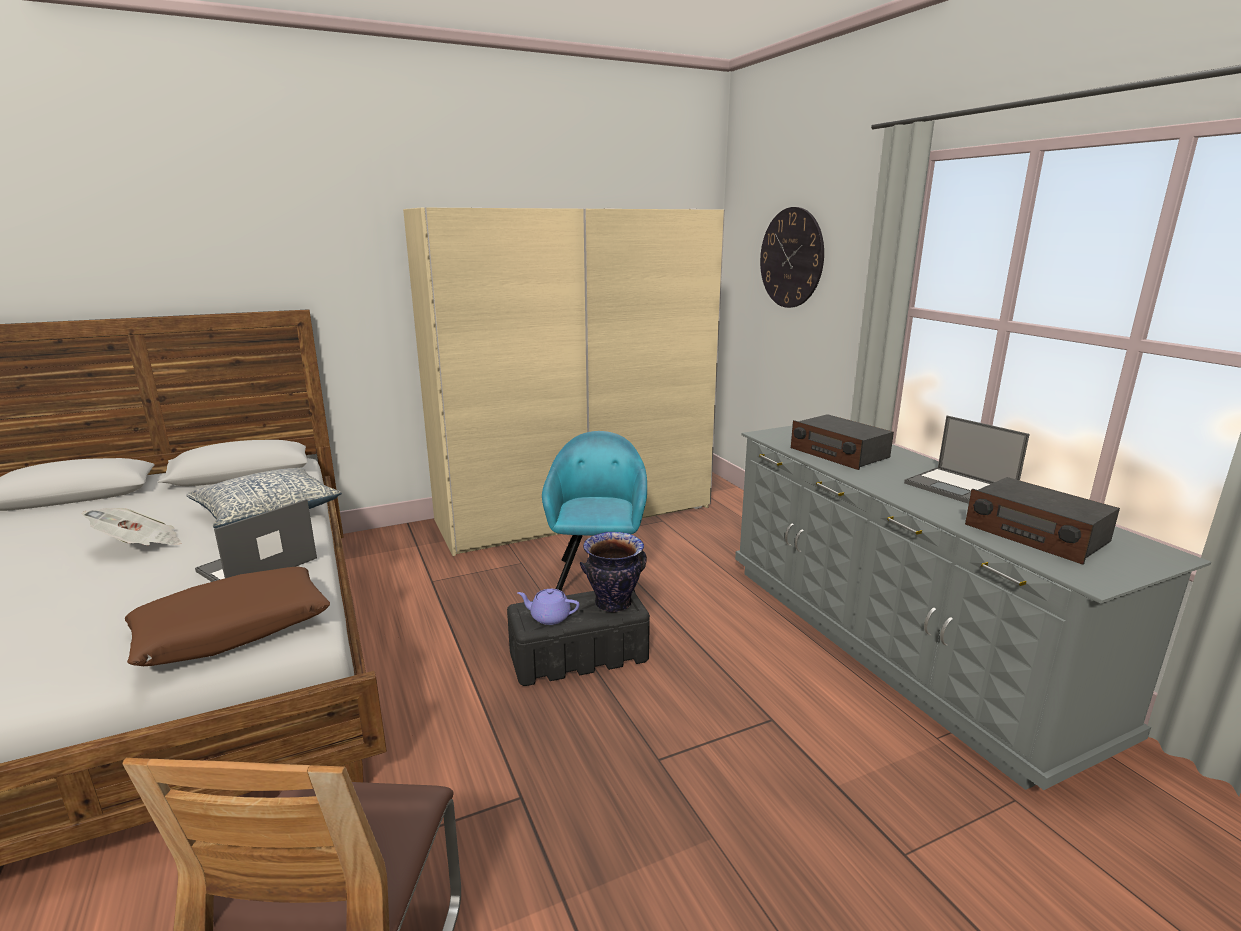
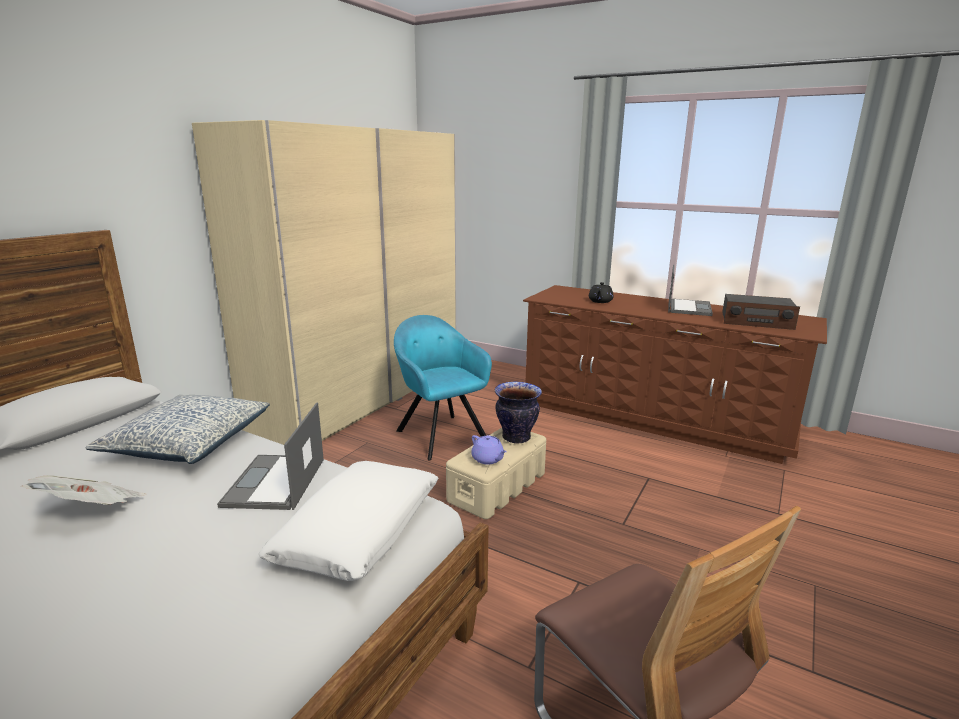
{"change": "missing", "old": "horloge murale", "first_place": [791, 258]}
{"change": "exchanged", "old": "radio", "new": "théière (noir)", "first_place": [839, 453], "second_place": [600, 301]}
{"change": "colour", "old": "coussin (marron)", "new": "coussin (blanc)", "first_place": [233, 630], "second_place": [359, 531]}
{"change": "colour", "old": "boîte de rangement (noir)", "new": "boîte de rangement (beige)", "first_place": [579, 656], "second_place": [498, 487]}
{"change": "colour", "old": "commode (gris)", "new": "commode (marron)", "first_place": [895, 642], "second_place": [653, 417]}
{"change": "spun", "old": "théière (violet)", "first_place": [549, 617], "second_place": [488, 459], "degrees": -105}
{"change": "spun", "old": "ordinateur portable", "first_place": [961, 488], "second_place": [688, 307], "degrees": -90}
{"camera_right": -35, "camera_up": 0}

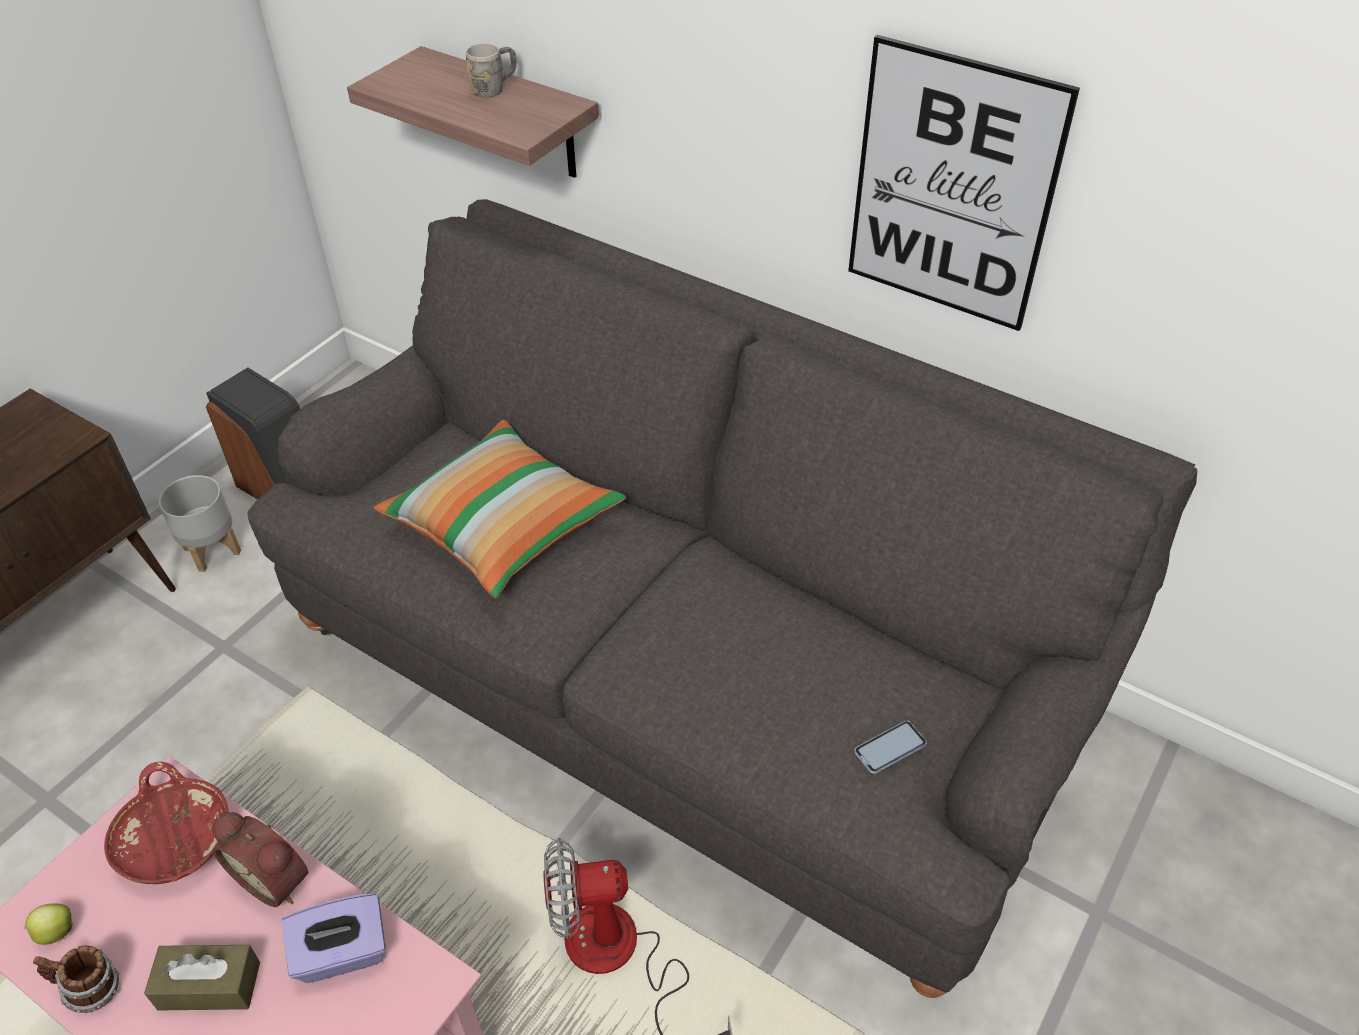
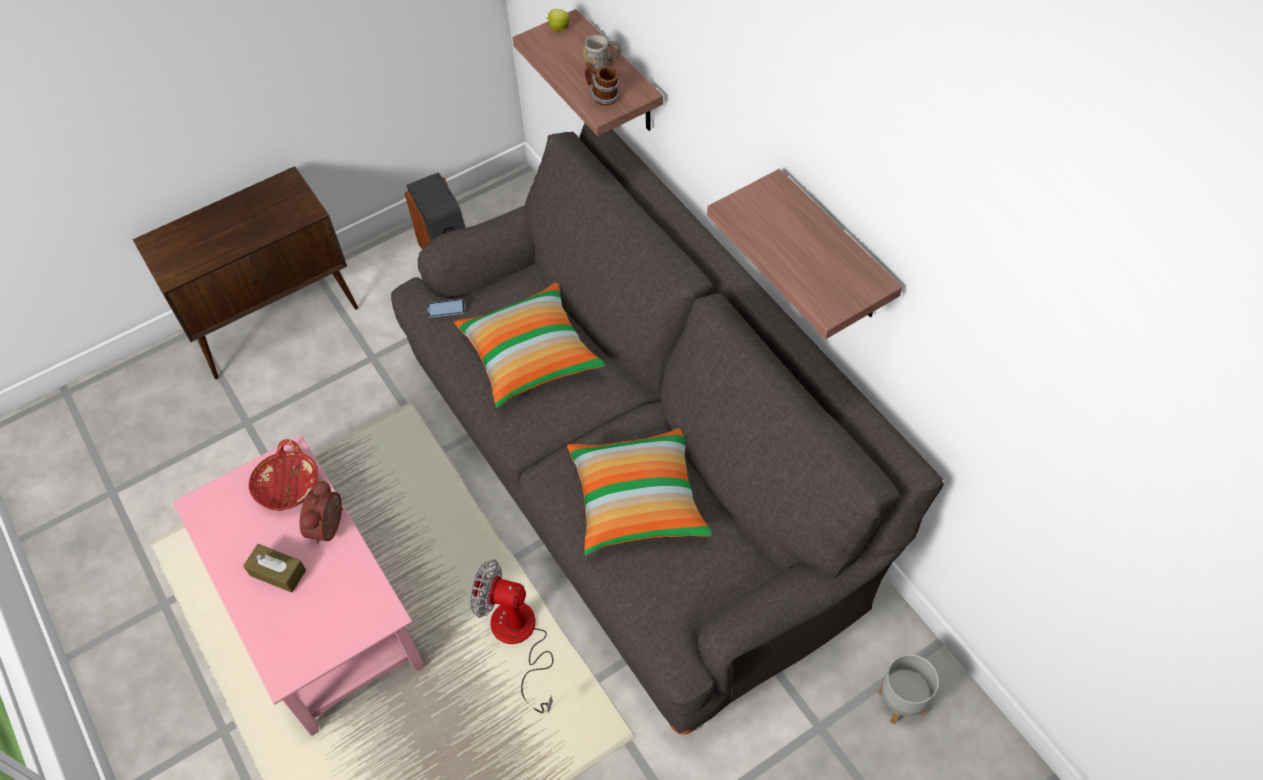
{"change": "missing", "old": "boîte à mouchoirs (violet)", "first_place": [342, 953]}
{"change": "appeared", "new": "coussin", "second_place": [638, 500]}
{"change": "relocated", "old": "pomme", "first_place": [55, 932], "second_place": [558, 28]}
{"change": "relocated", "old": "mug", "first_place": [90, 990], "second_place": [603, 97]}
{"change": "relocated", "old": "cache-pot (gris)", "first_place": [213, 551], "second_place": [901, 703]}
{"change": "relocated", "old": "téléphone", "first_place": [890, 748], "second_place": [446, 309]}
{"change": "exchanged", "old": "tableau", "new": "étagère", "first_place": [952, 188], "second_place": [834, 250]}
{"change": "spun", "old": "réveil", "first_place": [276, 877], "second_place": [330, 527], "degrees": 45}
{"camera_right": 25, "camera_up": 10}

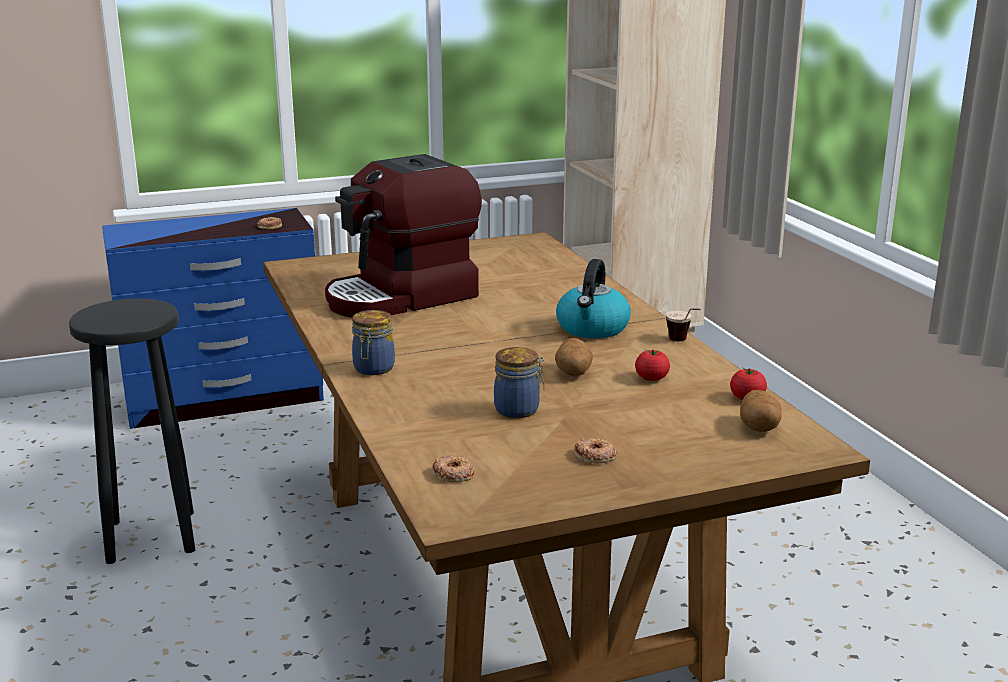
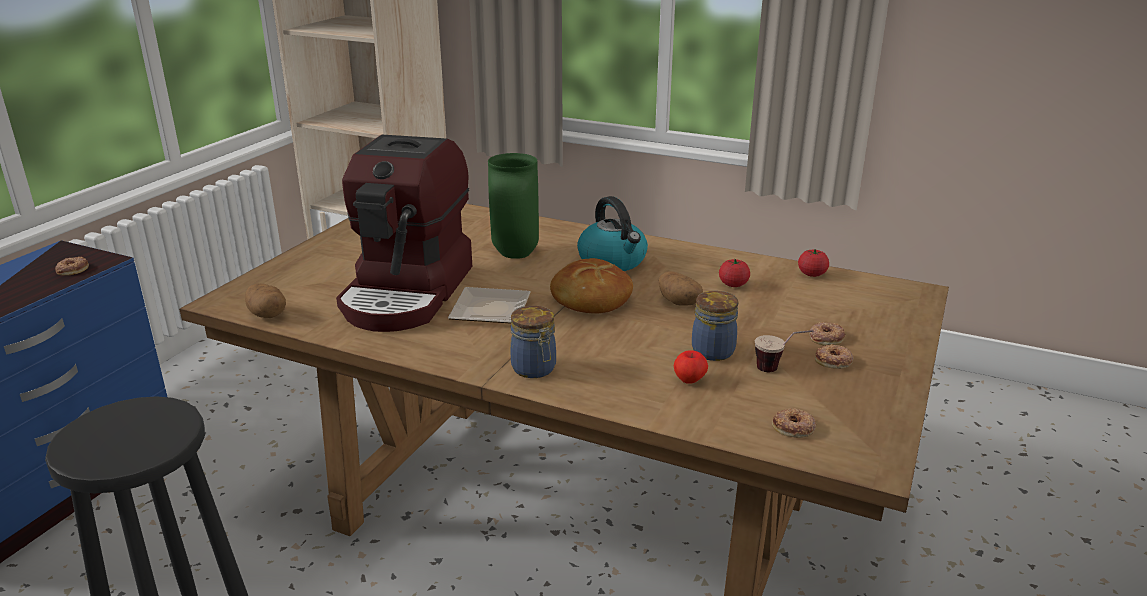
{"change": "appeared", "new": "assiette", "second_place": [493, 309]}
{"change": "appeared", "new": "vase (vert)", "second_place": [517, 254]}
{"change": "appeared", "new": "pain", "second_place": [590, 299]}
{"change": "appeared", "new": "pomme", "second_place": [689, 380]}
{"change": "appeared", "new": "beignet", "second_place": [826, 337]}
{"change": "relocated", "old": "tasse", "first_place": [683, 342], "second_place": [779, 370]}
{"change": "relocated", "old": "pomme de terre", "first_place": [758, 427], "second_place": [267, 314]}
{"camera_right": -45, "camera_up": 5}

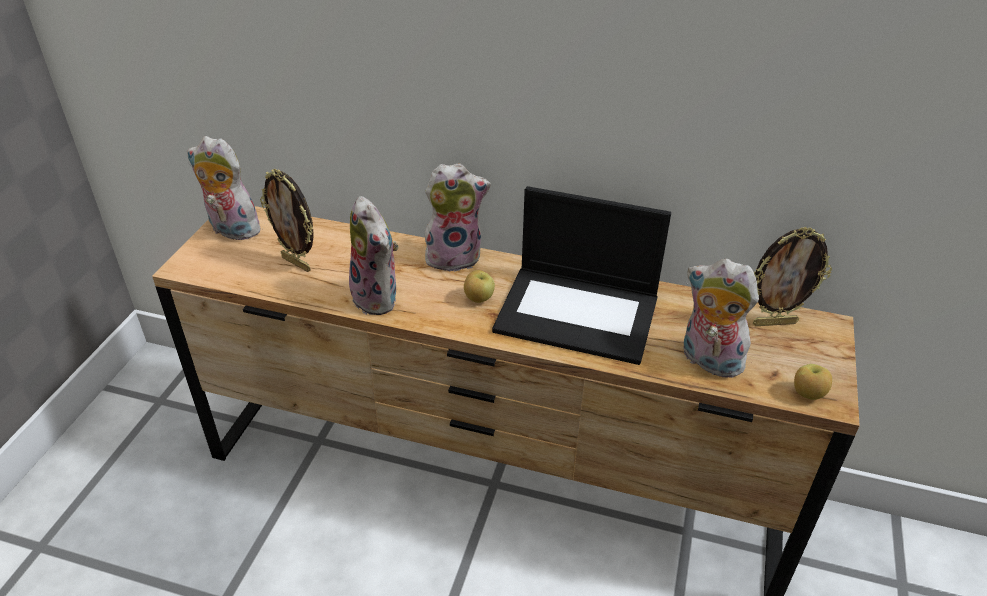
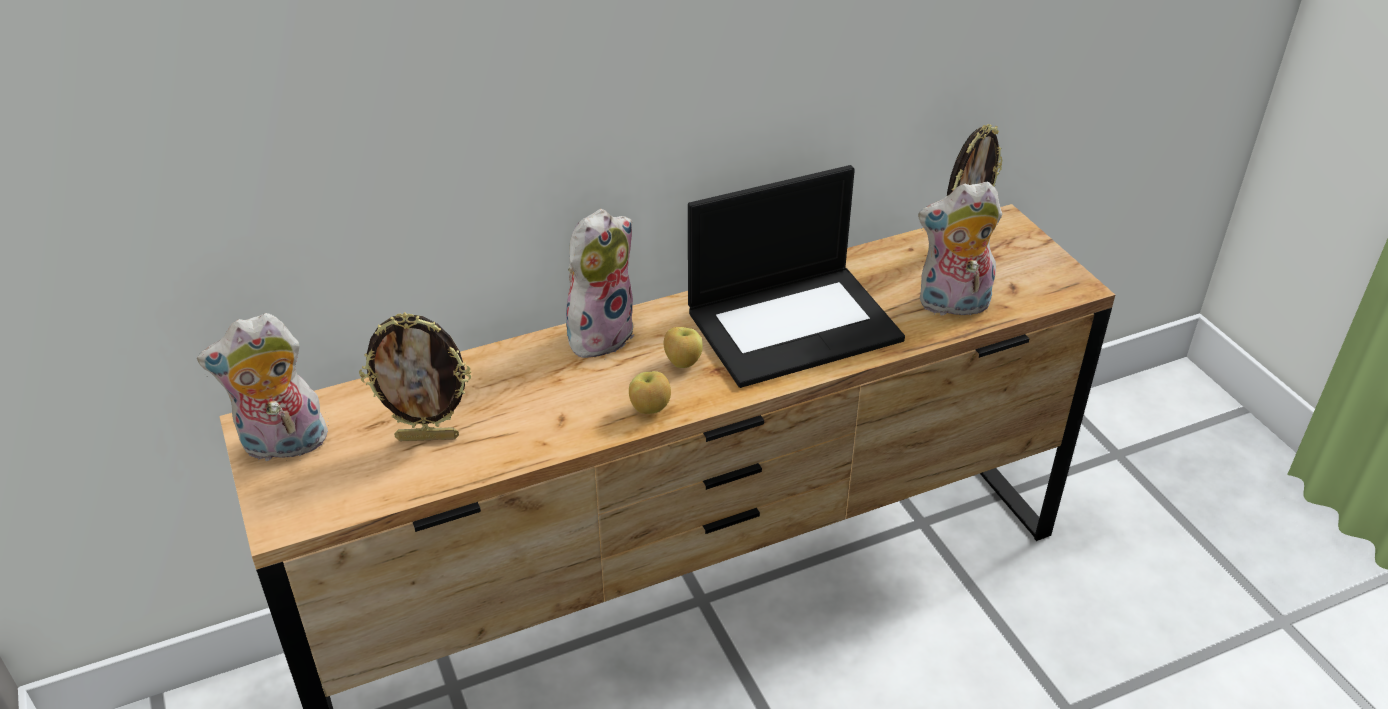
{"change": "missing", "old": "peluche", "first_place": [379, 298]}
{"change": "relocated", "old": "pomme", "first_place": [807, 394], "second_place": [649, 409]}
{"camera_right": -40, "camera_up": 0}

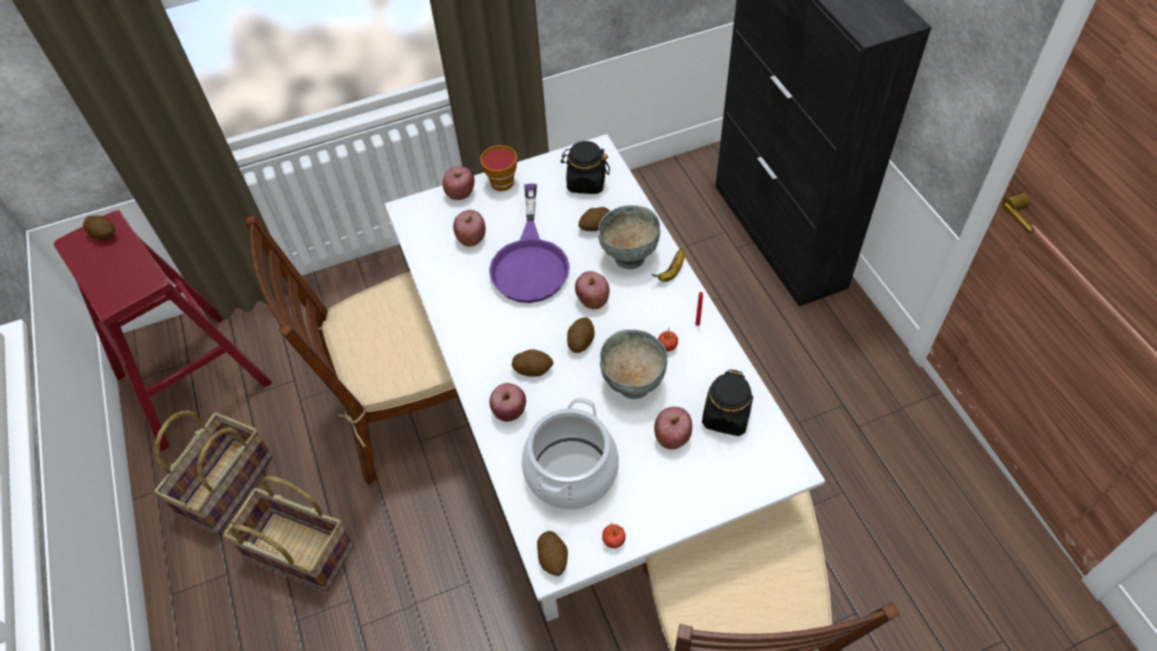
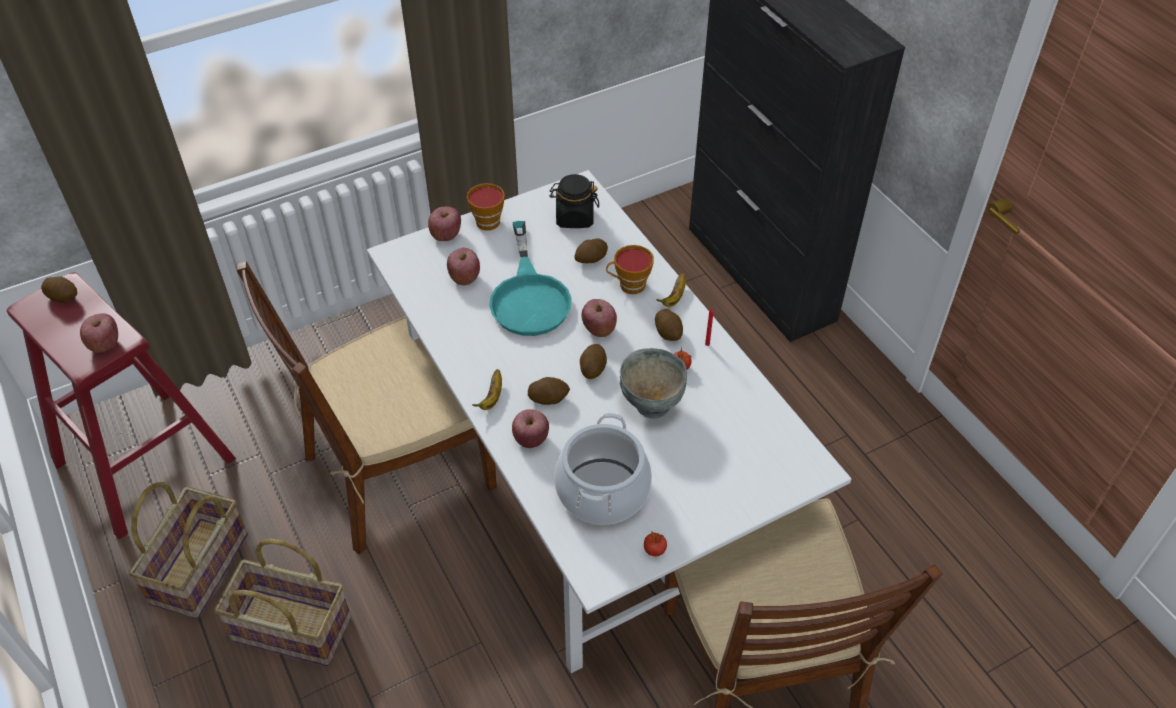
{"change": "missing", "old": "bocal (noir)", "first_place": [726, 416]}
{"change": "appeared", "new": "banane", "second_place": [492, 398]}
{"change": "relocated", "old": "pomme de terre", "first_place": [553, 558], "second_place": [668, 333]}
{"change": "relocated", "old": "pomme", "first_place": [672, 437], "second_place": [105, 344]}
{"change": "exchanged", "old": "bol (gris)", "new": "tasse", "first_place": [629, 256], "second_place": [629, 285]}
{"change": "colour", "old": "poêle (violet)", "new": "poêle (turquoise)", "first_place": [530, 261], "second_place": [529, 296]}
{"camera_right": -10, "camera_up": -5}

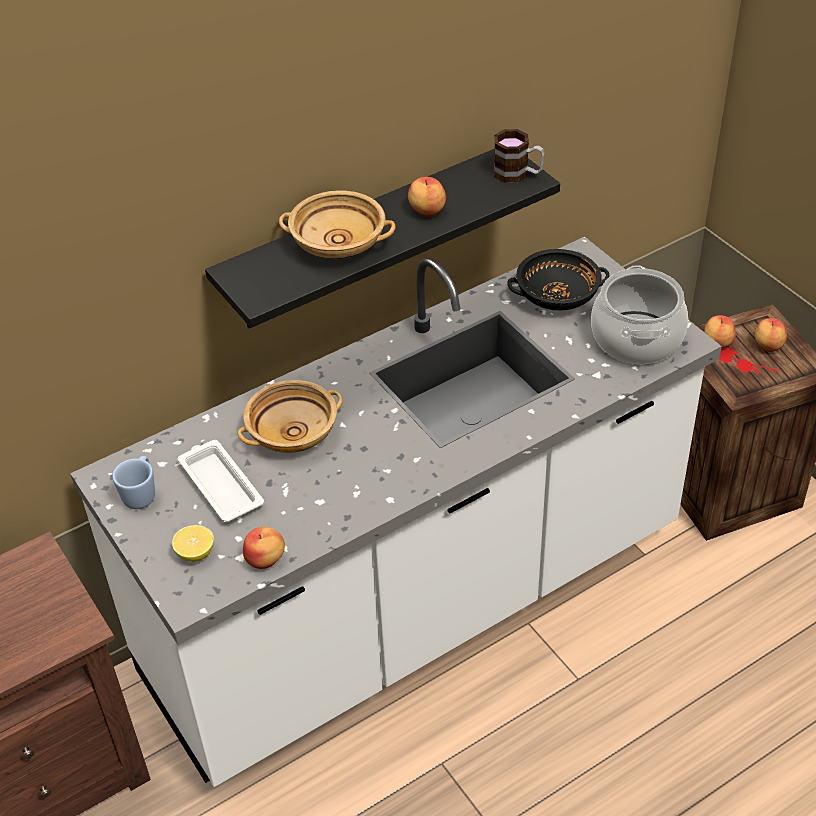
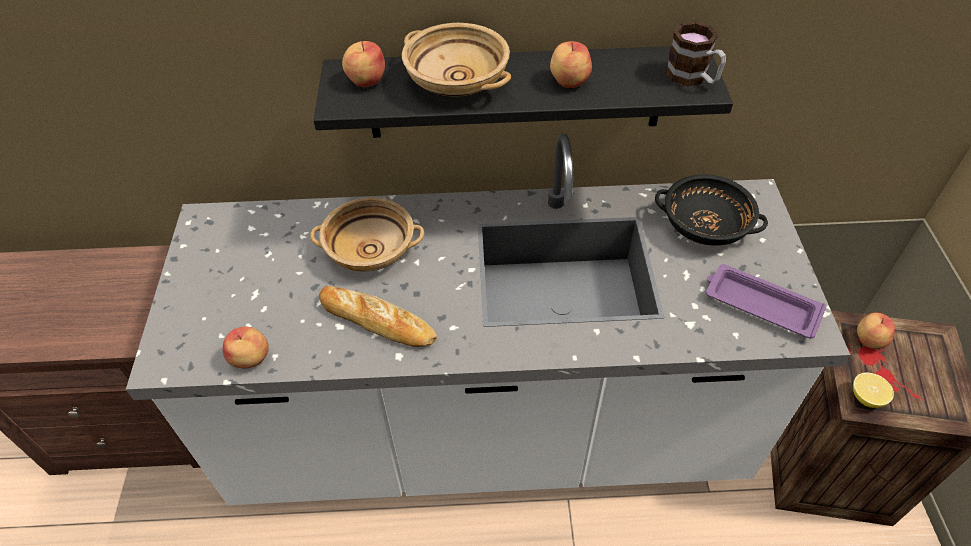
{"change": "missing", "old": "mug (bleu)", "first_place": [141, 494]}
{"change": "missing", "old": "plateau (blanc)", "first_place": [220, 485]}
{"change": "appeared", "new": "pain", "second_place": [377, 321]}
{"change": "relocated", "old": "citron", "first_place": [195, 553], "second_place": [866, 397]}
{"change": "relocated", "old": "pomme", "first_place": [767, 346], "second_place": [366, 80]}
{"change": "exchanged", "old": "marmite", "new": "plateau (violet)", "first_place": [637, 338], "second_place": [759, 304]}
{"camera_right": 30, "camera_up": 5}

